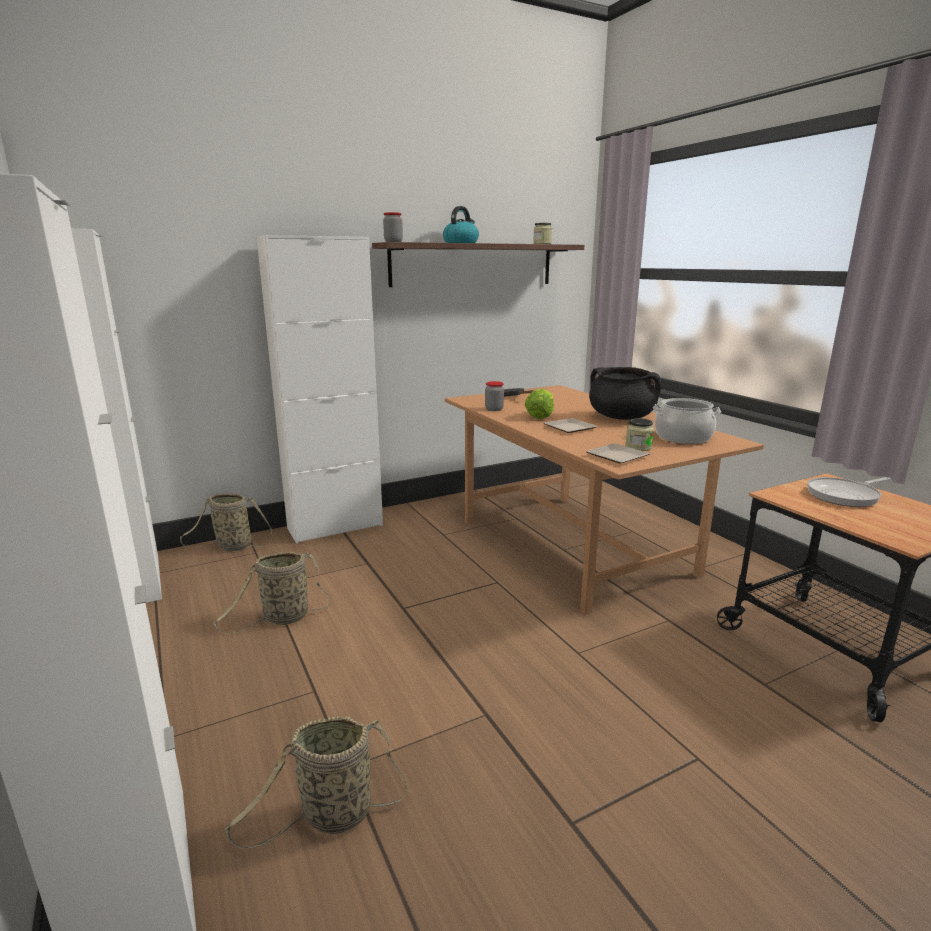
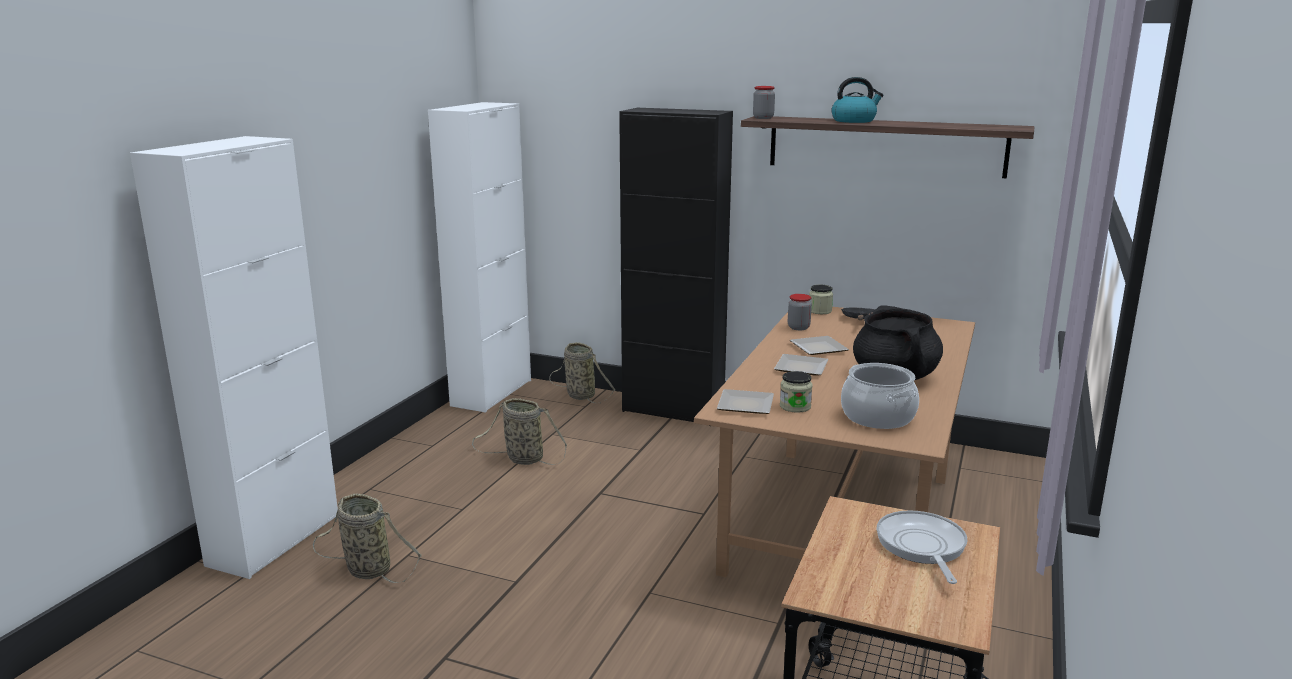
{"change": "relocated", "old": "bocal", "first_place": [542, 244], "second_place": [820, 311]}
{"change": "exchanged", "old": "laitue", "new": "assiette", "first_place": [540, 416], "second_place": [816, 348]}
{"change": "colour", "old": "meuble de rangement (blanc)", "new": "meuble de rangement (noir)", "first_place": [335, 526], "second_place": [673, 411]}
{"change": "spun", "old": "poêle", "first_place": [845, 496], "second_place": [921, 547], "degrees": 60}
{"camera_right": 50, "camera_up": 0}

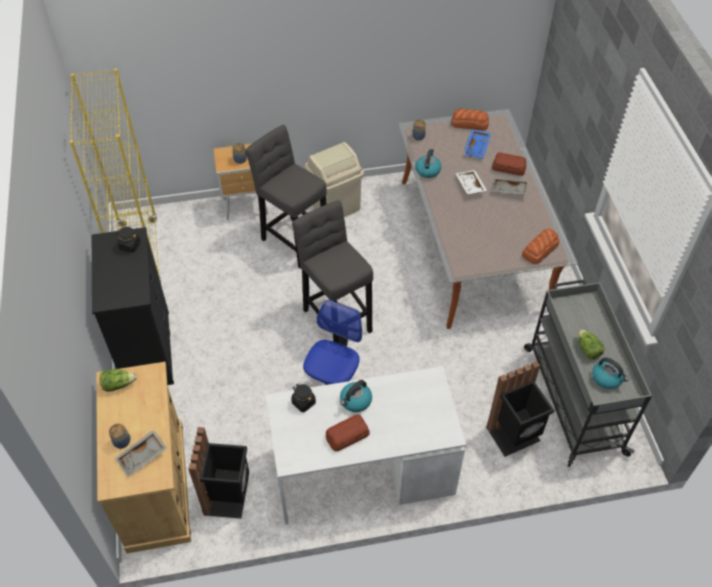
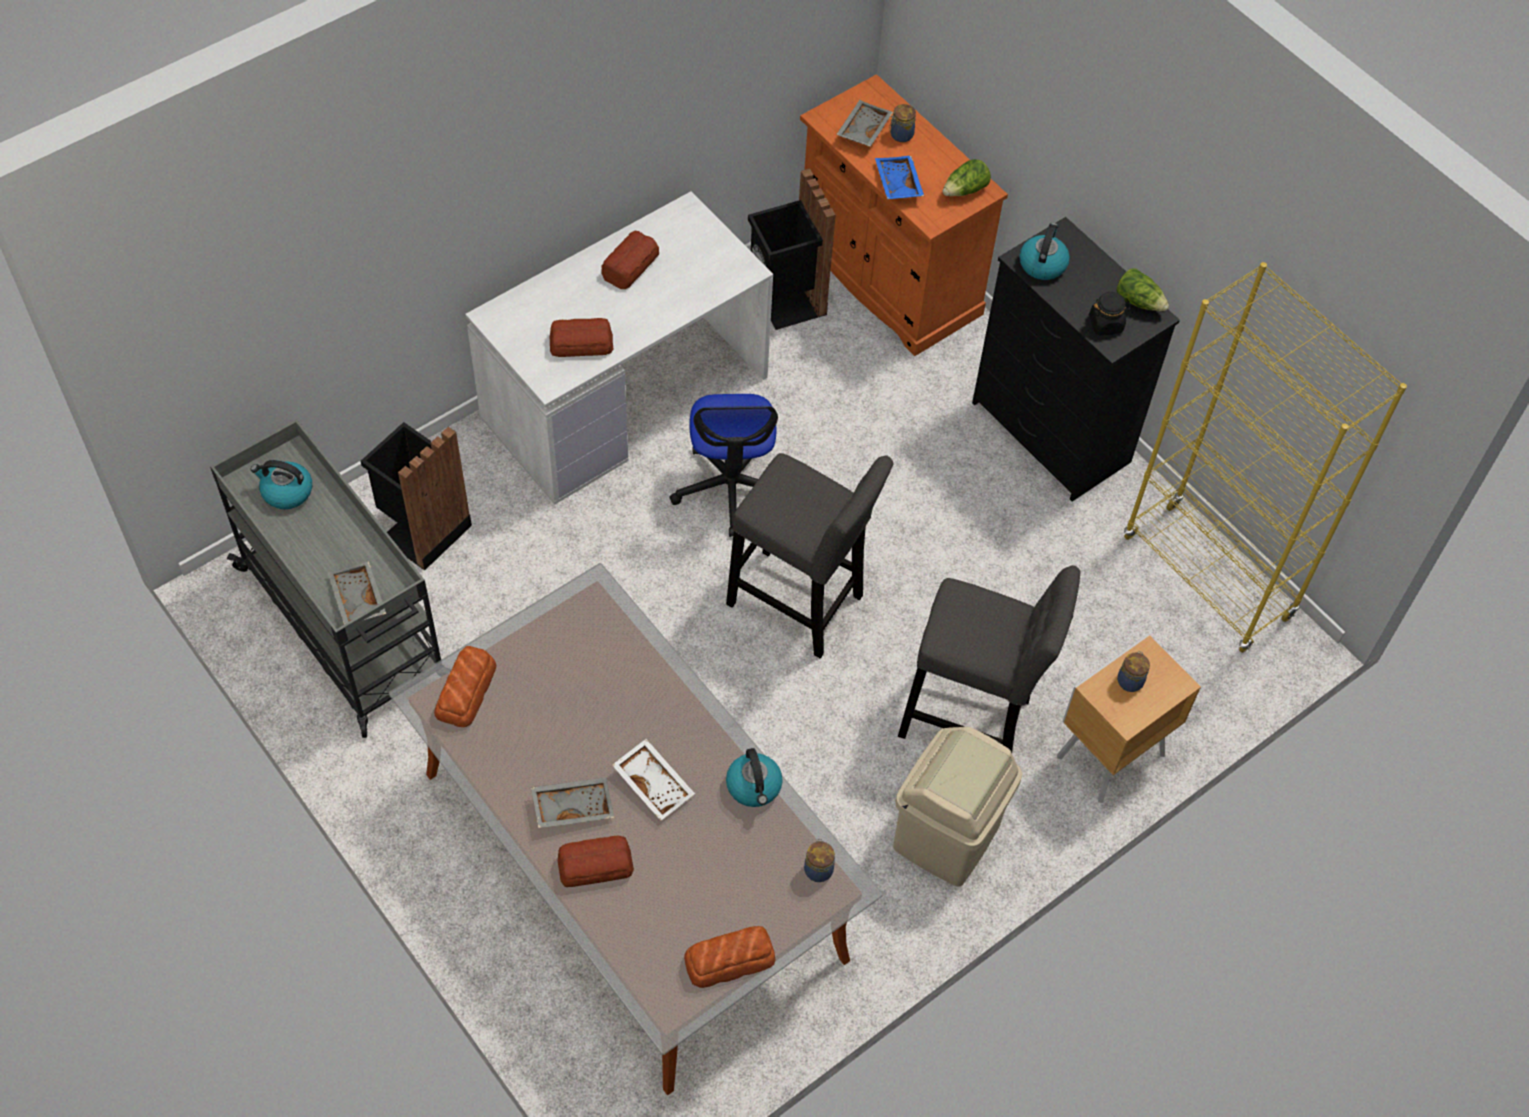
{"change": "missing", "old": "bocal (noir)", "first_place": [303, 402]}
{"change": "appeared", "new": "plateau (gris)", "second_place": [356, 599]}
{"change": "appeared", "new": "pain", "second_place": [580, 343]}
{"change": "relocated", "old": "bouilloire", "first_place": [355, 401], "second_place": [1042, 264]}
{"change": "relocated", "old": "plateau (bleu)", "first_place": [477, 148], "second_place": [897, 184]}
{"change": "relocated", "old": "laitue", "first_place": [587, 349], "second_place": [1139, 301]}
{"change": "colour", "old": "meuble de rangement (beige)", "new": "meuble de rangement (orange)", "first_place": [156, 486], "second_place": [887, 276]}
{"camera_right": 150, "camera_up": 5}

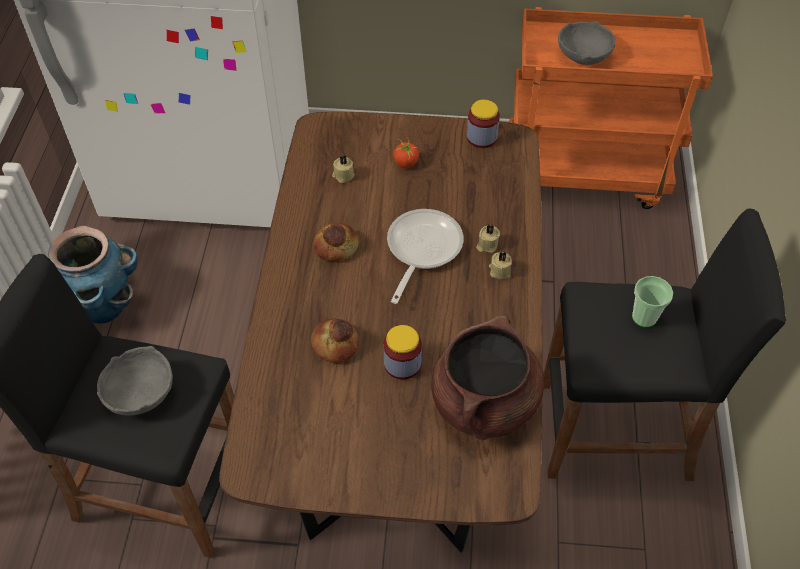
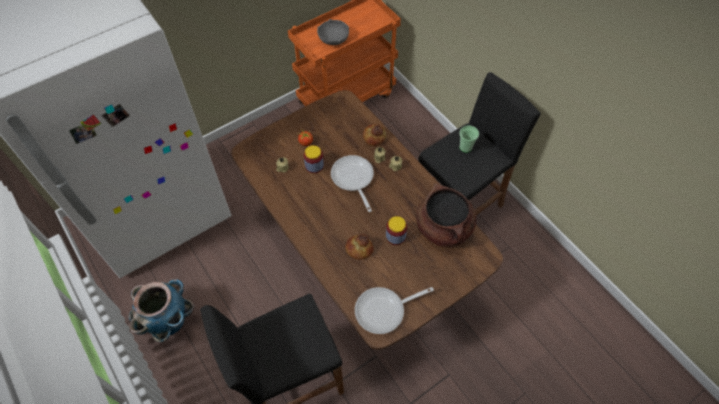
{"change": "missing", "old": "bol (gris)", "first_place": [139, 393]}
{"change": "appeared", "new": "poêle", "second_place": [384, 311]}
{"change": "relocated", "old": "pain", "first_place": [336, 246], "second_place": [374, 137]}
{"change": "relocated", "old": "bocal", "first_place": [481, 137], "second_place": [314, 165]}
{"camera_right": -40, "camera_up": 5}

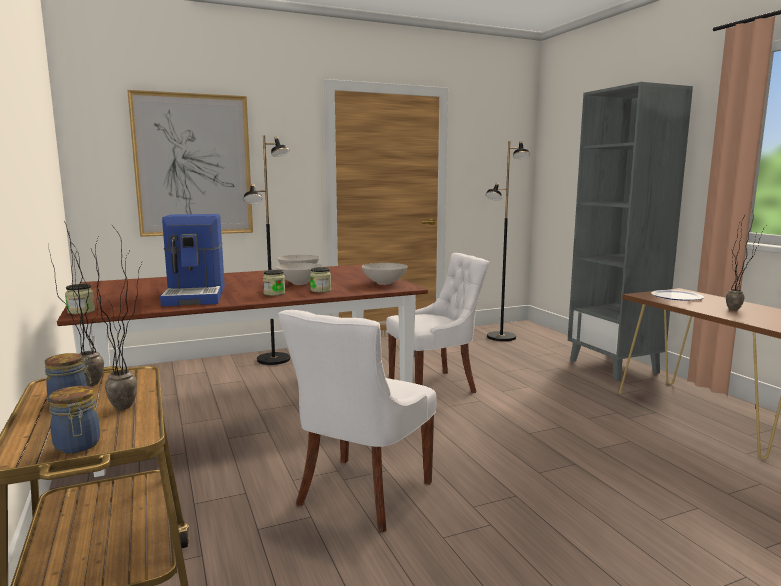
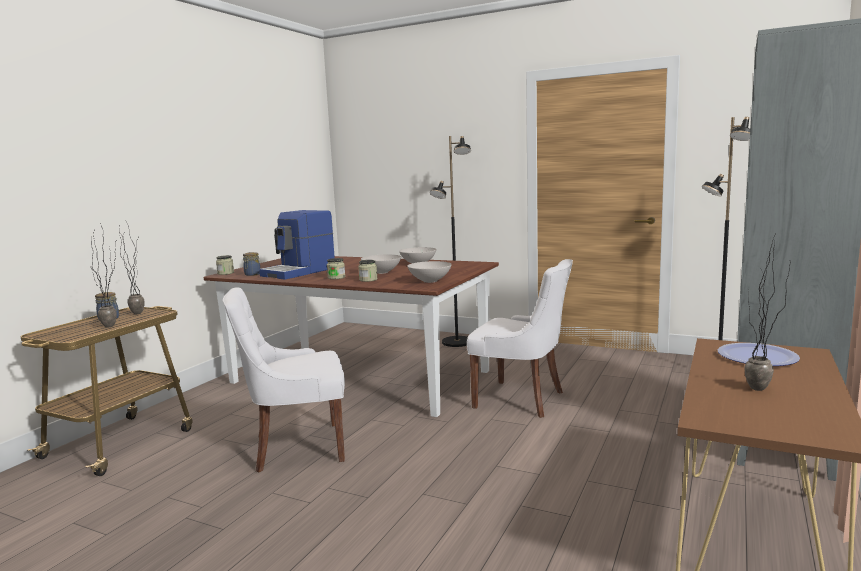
{"change": "missing", "old": "tableau", "first_place": [193, 165]}
{"change": "relocated", "old": "bocal", "first_place": [77, 446], "second_place": [252, 274]}
{"camera_right": 50, "camera_up": 0}

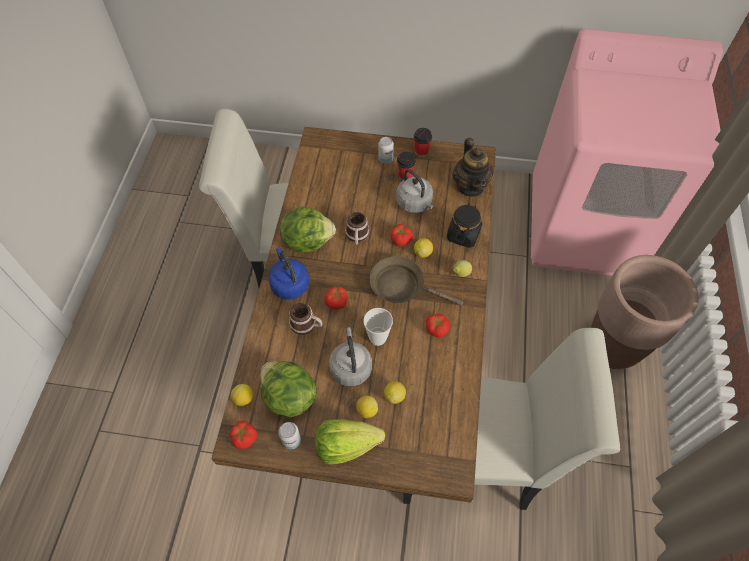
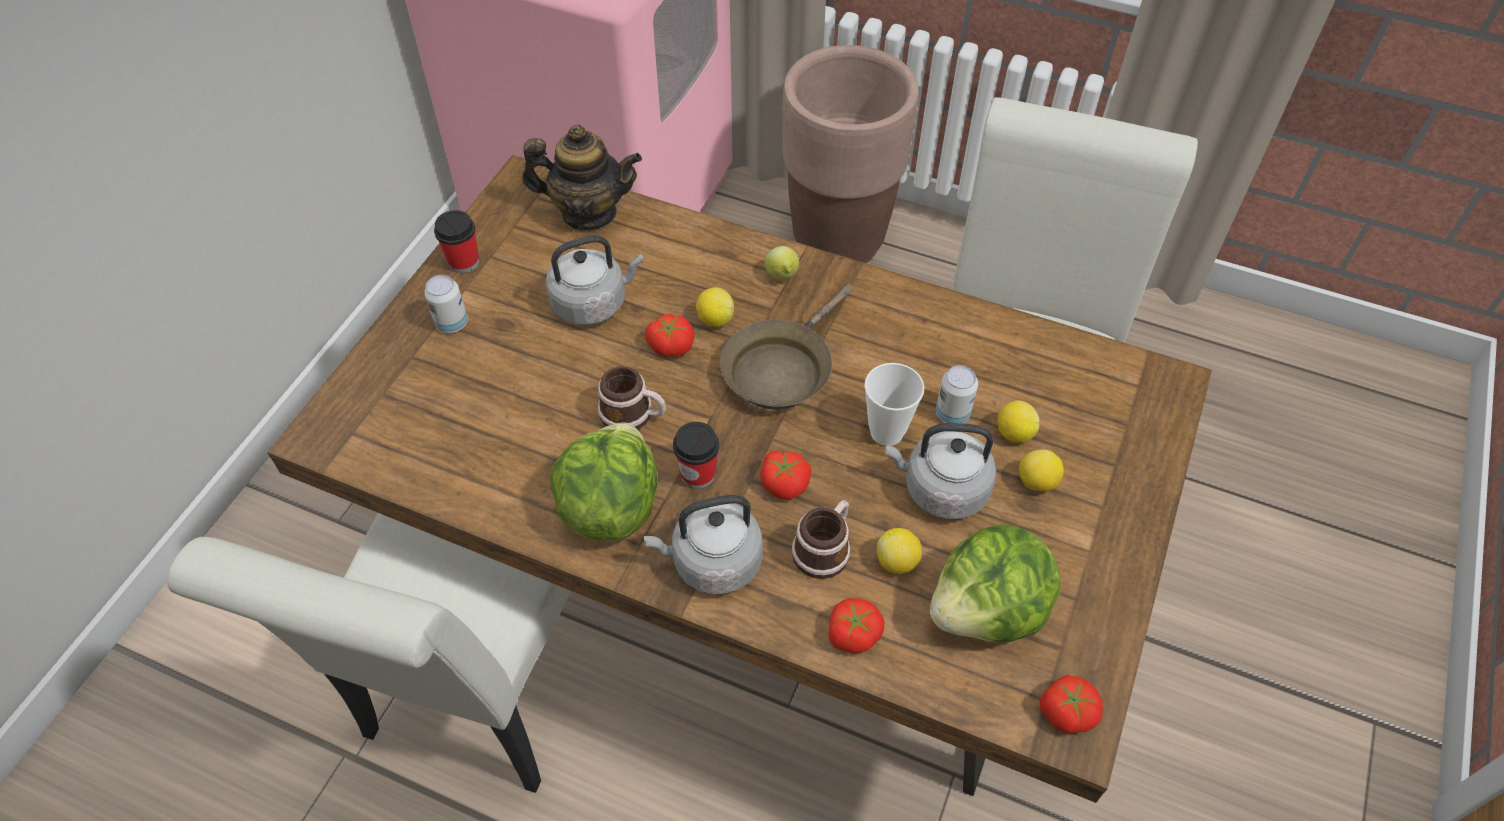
{"change": "missing", "old": "laitue", "first_place": [346, 445]}
{"change": "missing", "old": "bocal (noir)", "first_place": [463, 235]}
{"change": "relocated", "old": "citron", "first_place": [243, 399], "second_place": [897, 562]}
{"change": "relocated", "old": "boîte métallique", "first_place": [291, 440], "second_place": [952, 414]}
{"change": "relocated", "old": "tasse", "first_place": [405, 175], "second_place": [698, 474]}
{"change": "relocated", "old": "tomate", "first_place": [436, 328], "second_place": [852, 633]}
{"change": "colour", "old": "bouilloire (bleu)", "new": "bouilloire (gris)", "first_place": [289, 284], "second_place": [712, 563]}
{"camera_right": -75, "camera_up": -5}

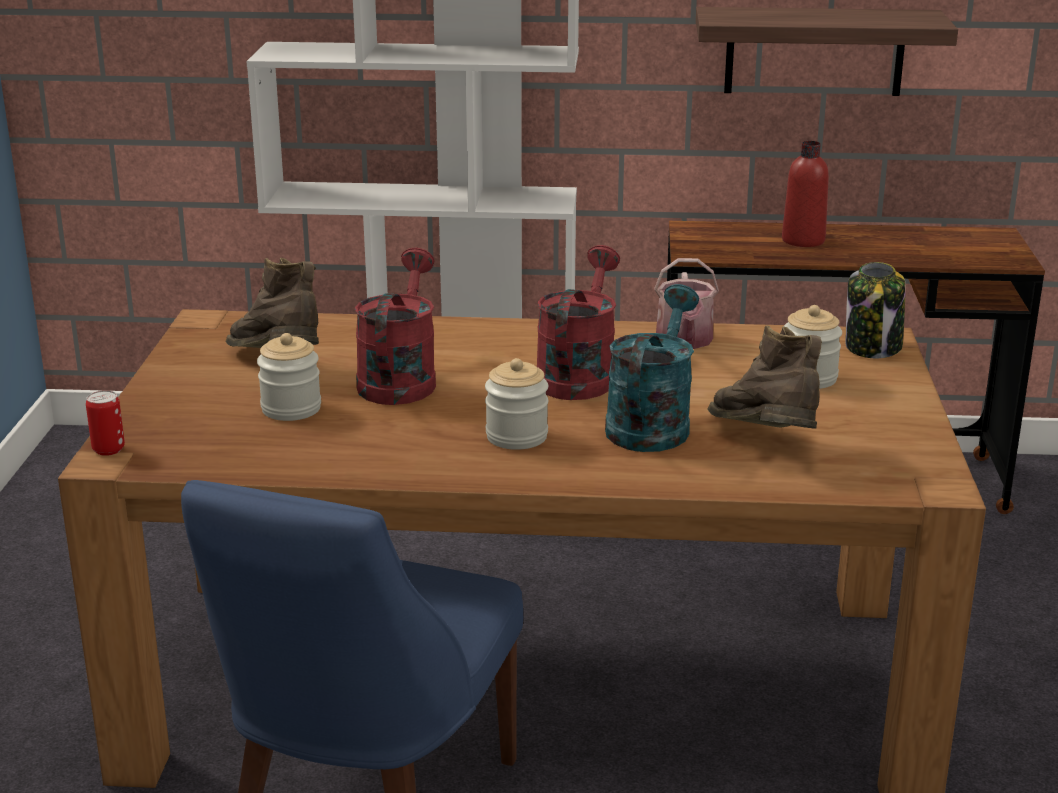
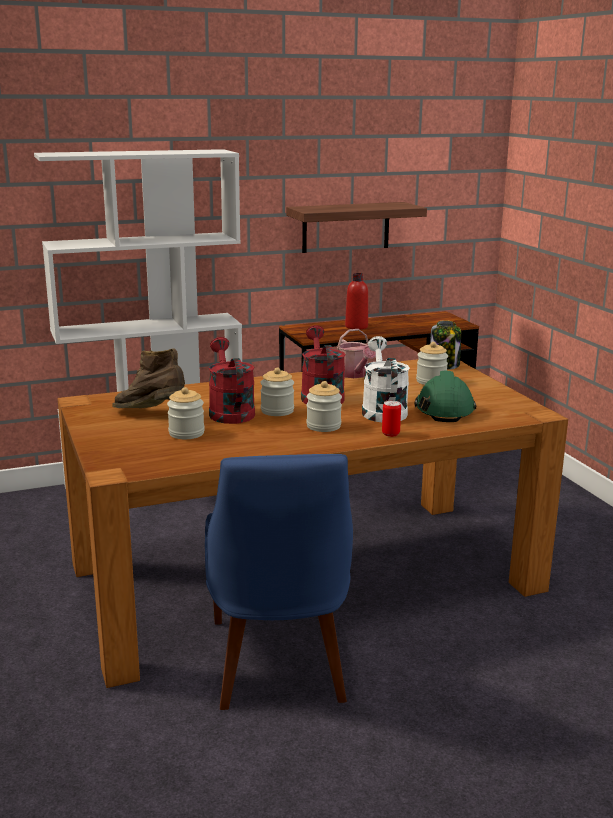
{"change": "appeared", "new": "bocal", "second_place": [277, 411]}
{"change": "relocated", "old": "boîte métallique", "first_place": [108, 449], "second_place": [390, 434]}
{"change": "exchanged", "old": "botte (marron)", "new": "casque de chantier (vert)", "first_place": [765, 442], "second_place": [444, 409]}
{"change": "colour", "old": "arrosoir (turquoise)", "new": "arrosoir (blanc)", "first_place": [651, 423], "second_place": [382, 410]}
{"camera_right": -25, "camera_up": -5}

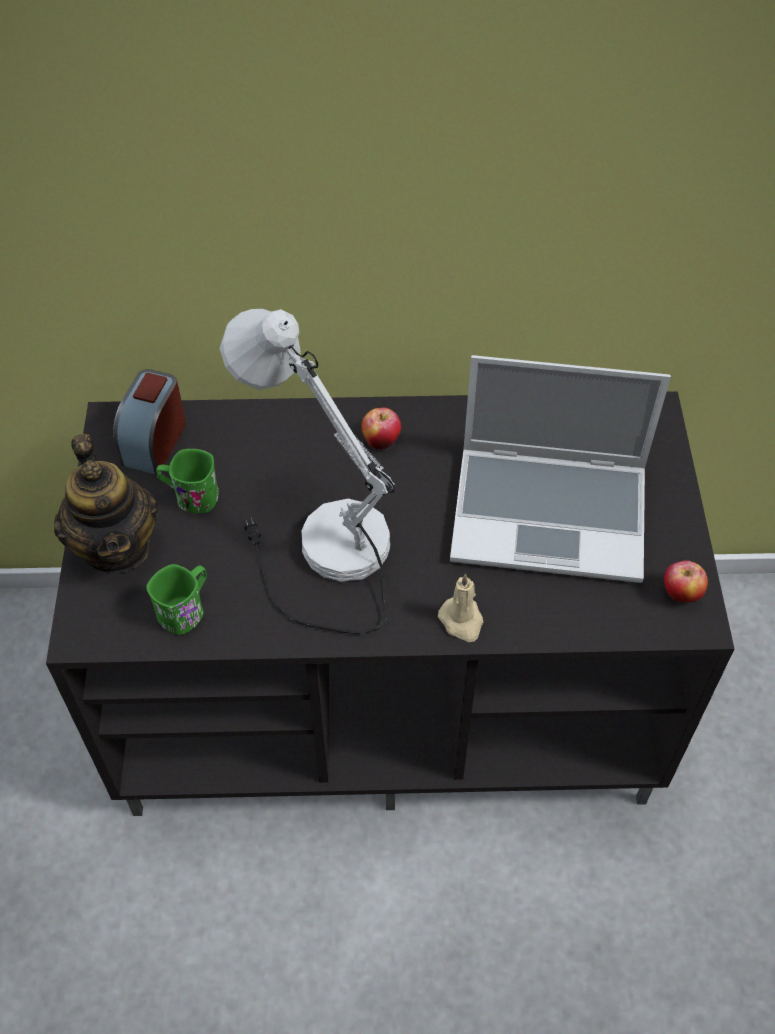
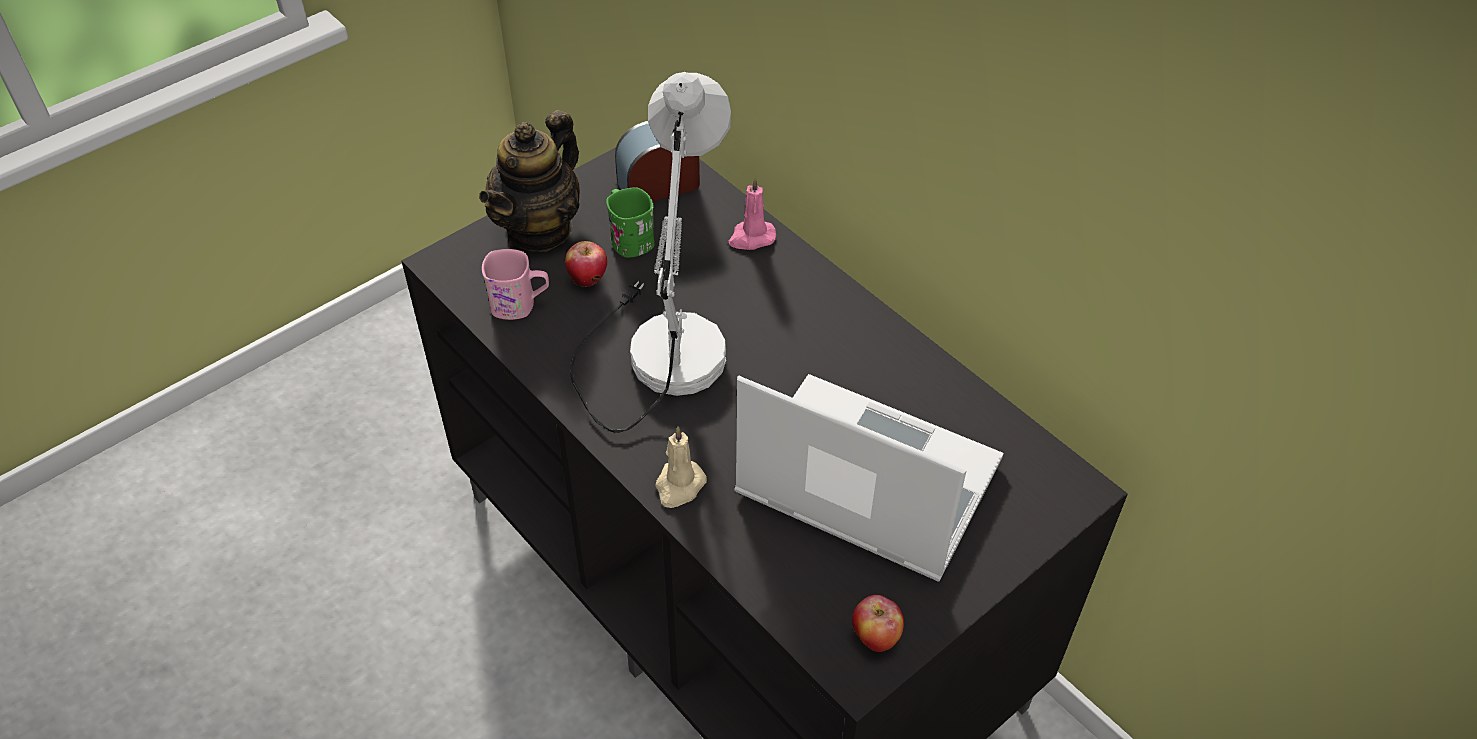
{"change": "appeared", "new": "bougie (rose)", "second_place": [751, 237]}
{"change": "relocated", "old": "pomme", "first_place": [381, 441], "second_place": [588, 279]}
{"change": "colour", "old": "mug (vert)", "new": "mug (rose)", "first_place": [186, 609], "second_place": [520, 304]}
{"change": "spun", "old": "ordinateur portable", "first_place": [551, 514], "second_place": [863, 481], "degrees": 150}
{"camera_right": 50, "camera_up": -5}

